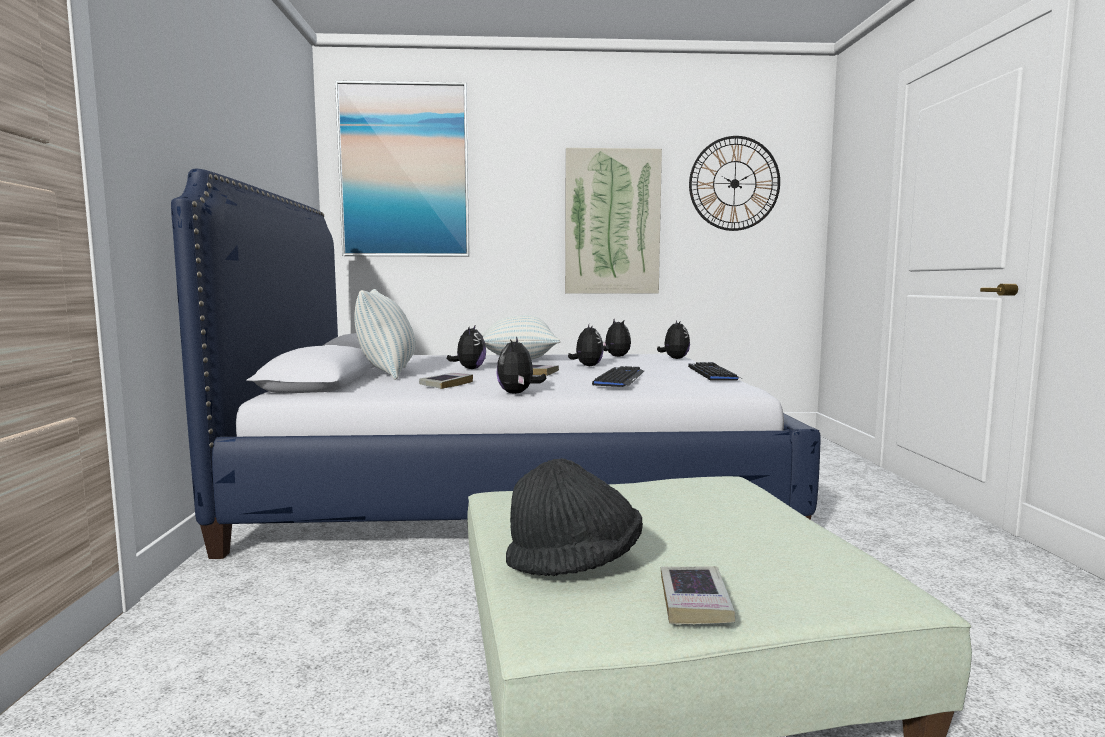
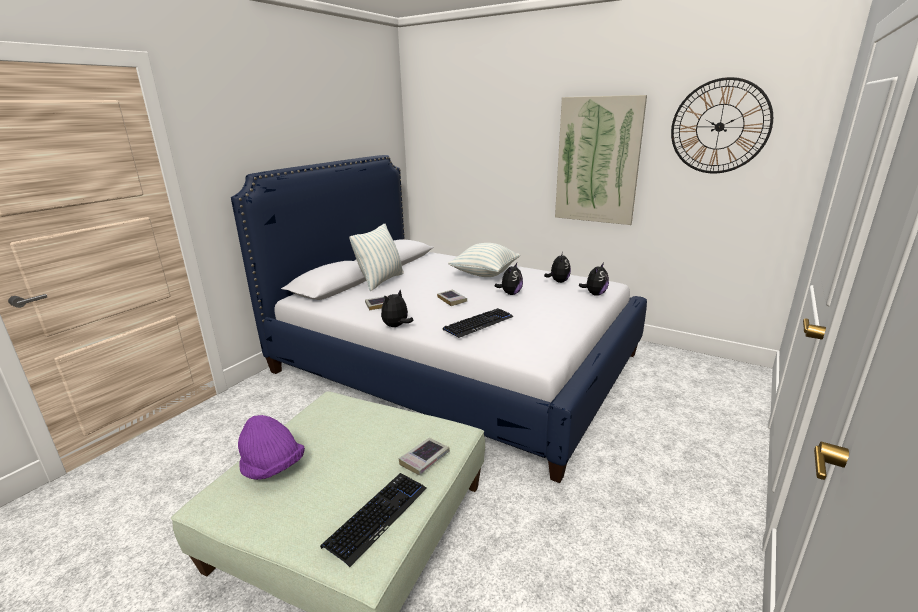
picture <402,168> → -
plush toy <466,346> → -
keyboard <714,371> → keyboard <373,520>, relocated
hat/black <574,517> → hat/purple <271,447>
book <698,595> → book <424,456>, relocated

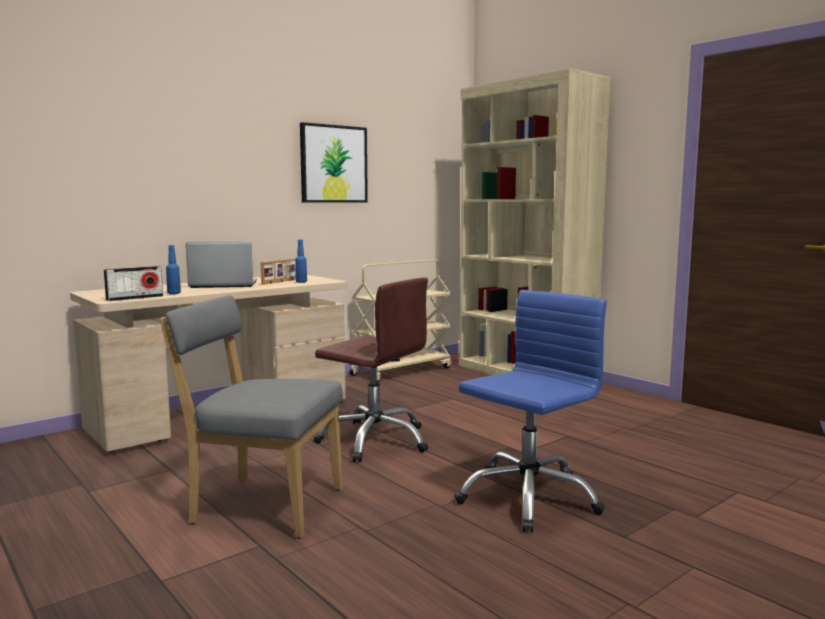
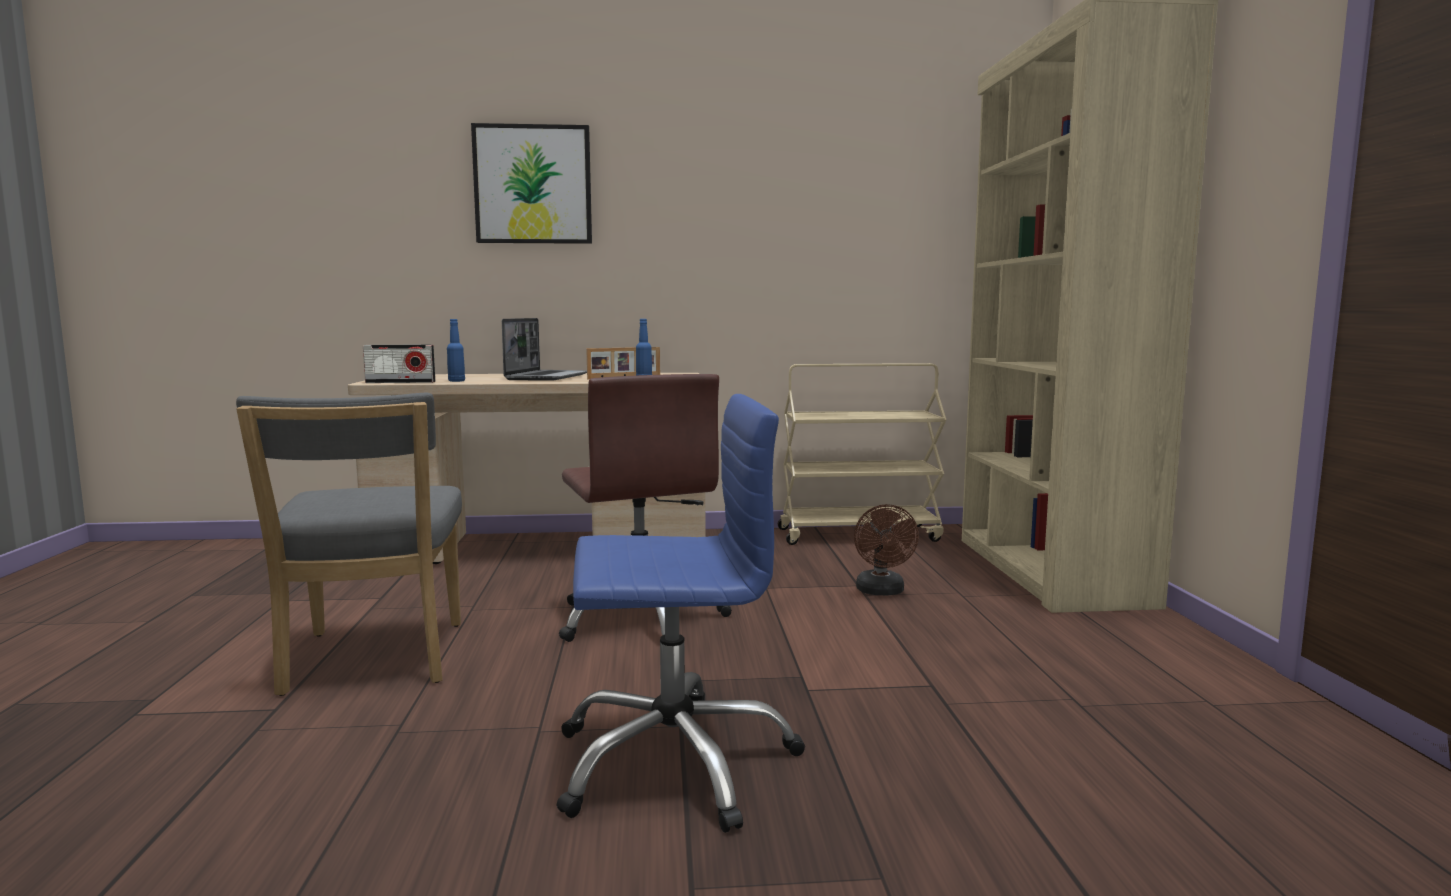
picture <334,162> → picture <531,183>, relocated
laptop <221,265> → laptop <544,349>, 75 degrees clockwise
chair/grey <251,416> → chair/grey <349,544>, 150 degrees counterclockwise
- → fan/brown <886,549>

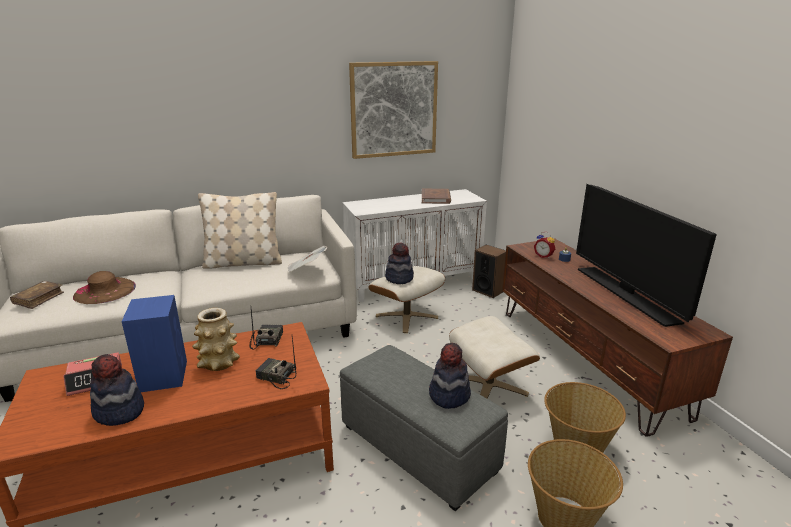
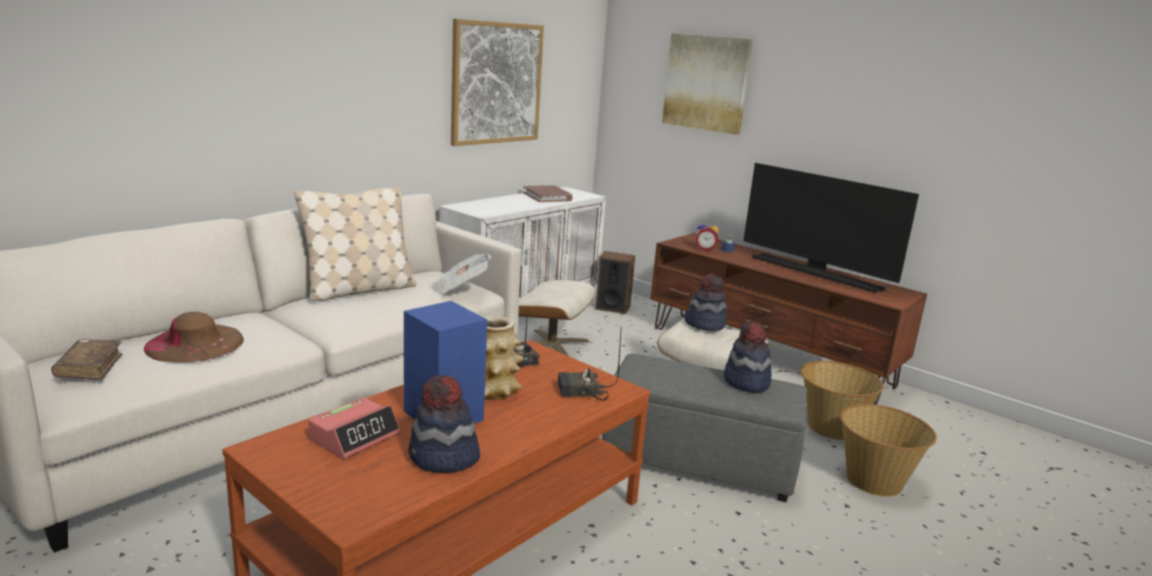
hat <399,263> → hat <705,302>, relocated
- → picture <707,84>

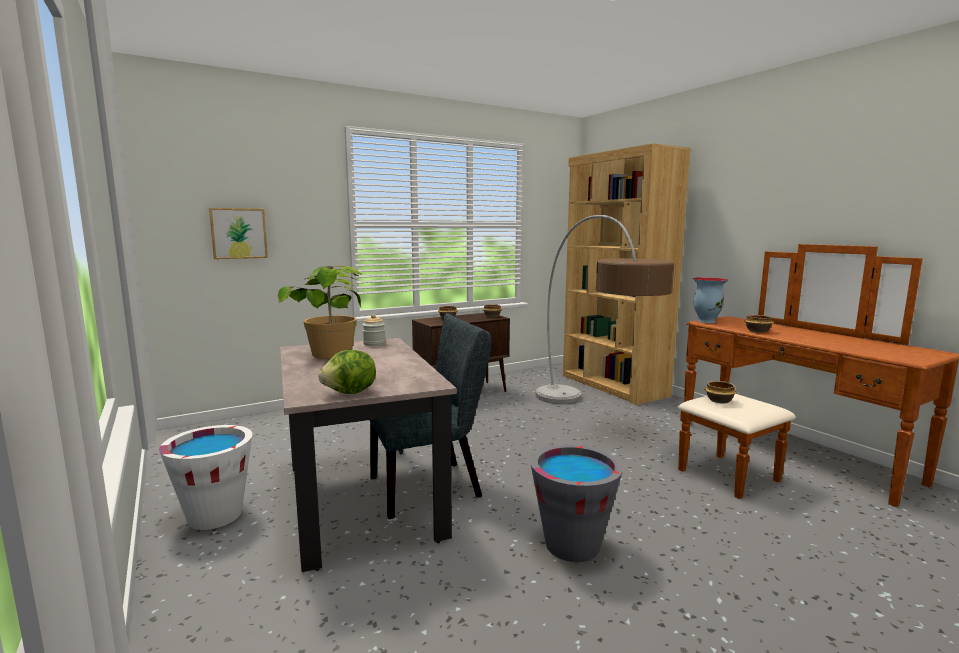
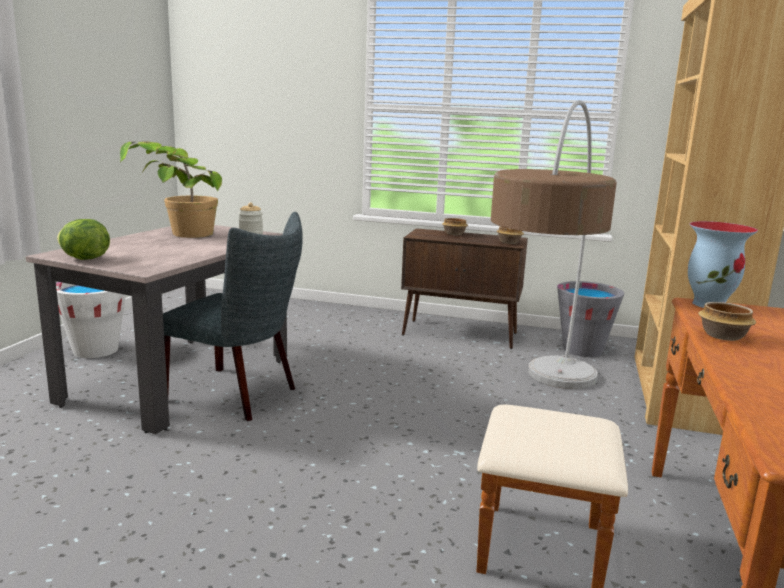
picture <238,233> → -
bowl <720,392> → -
bucket/grey <576,503> → bucket/grey <590,319>, relocated

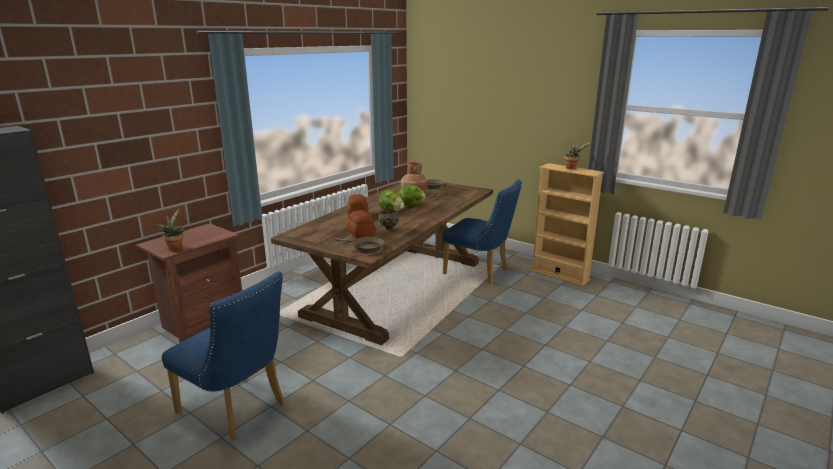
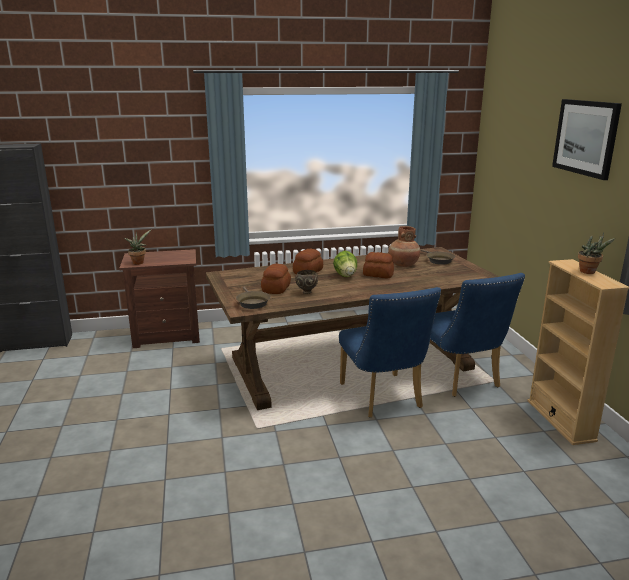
lettuce <412,195> → bread <378,265>
chair/blue <223,356> → chair/blue <390,352>, relocated
- → picture <587,139>

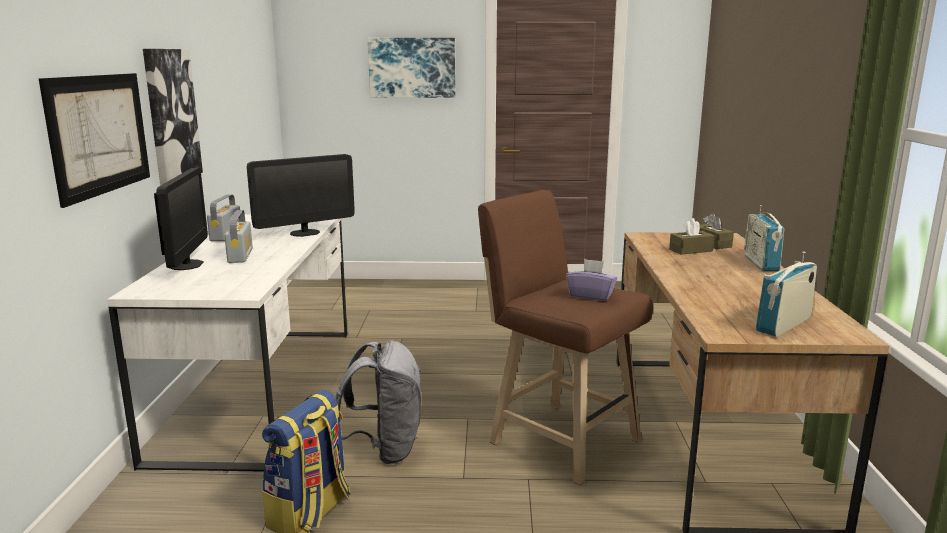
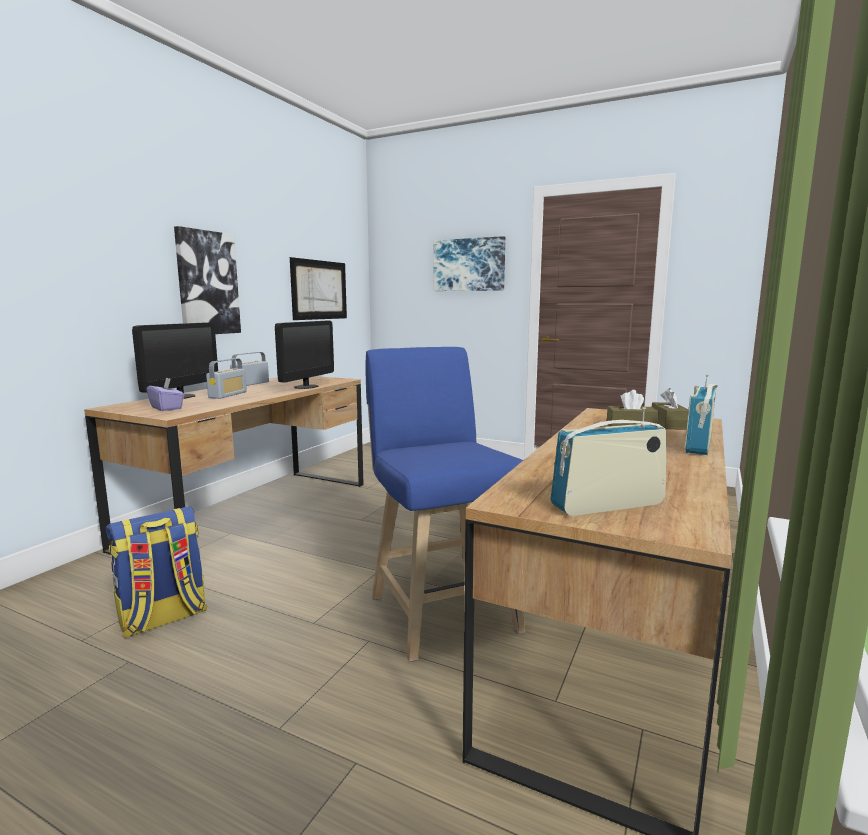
picture <94,140> → picture <318,288>, relocated
monitor <300,195> → monitor <304,355>, 60 degrees counterclockwise
stool/brown <565,337> → stool/blue <445,504>
desk/white <227,343> → desk/brown <224,465>
tissue box/purple <591,280> → tissue box/purple <165,394>, relocated
backpack/grey <378,402> → -

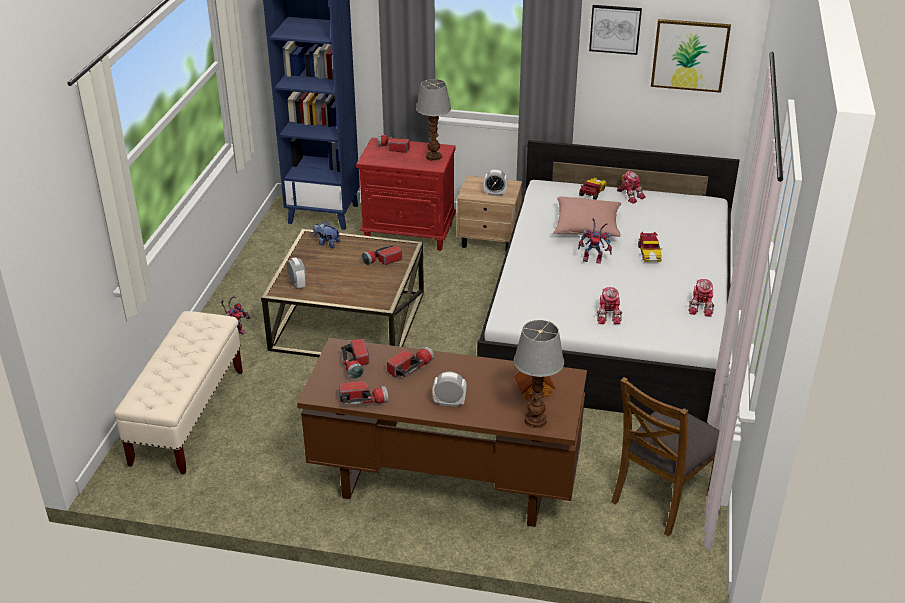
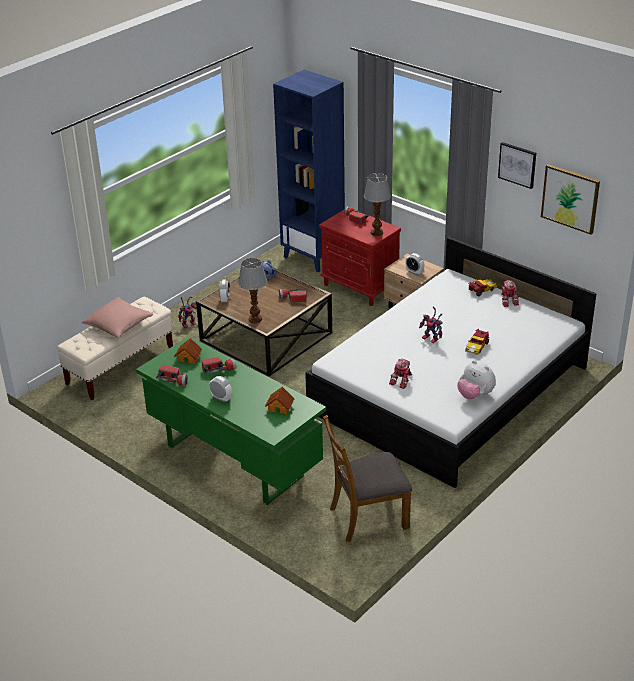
pillow/pink <587,217> → pillow/pink <118,317>, relocated
toy robot <702,298> → plush toy <476,379>
table lamp <539,374> → table lamp <253,290>, relocated
desk/brown <442,432> → desk/green <231,420>
flashlight <355,359> → toy house <188,351>

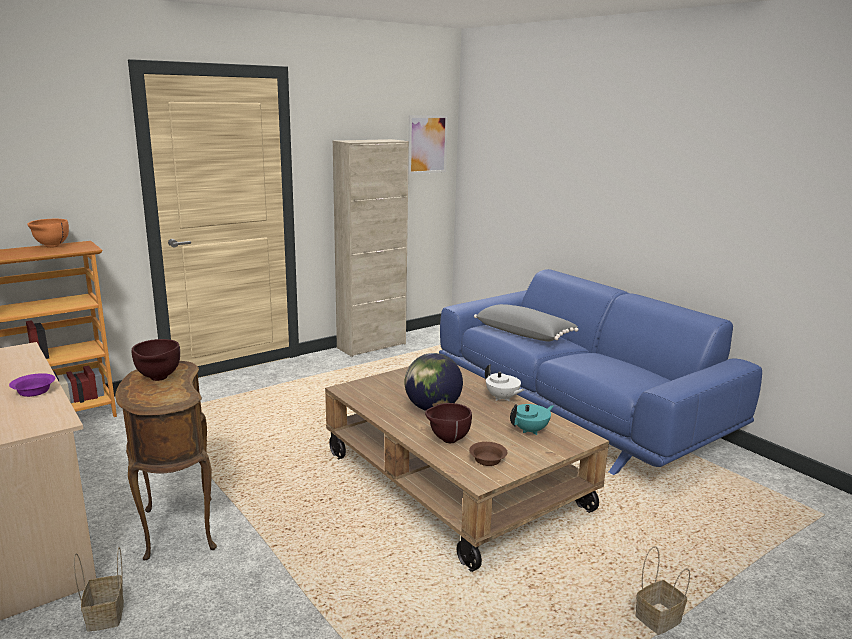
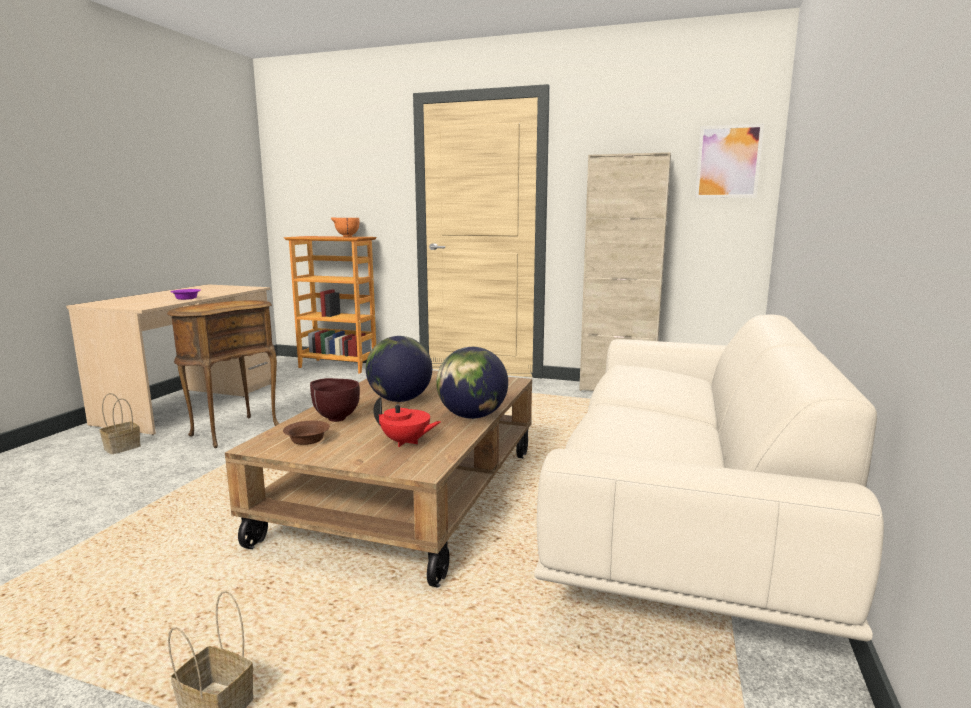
sofa/blue <600,372> → sofa/beige <709,478>
pillow/grey <526,322> → -
bowl/brown <156,360> → -
teapot/white <505,382> → globe <472,383>
teapot/turquoise <532,419> → teapot/red <407,422>

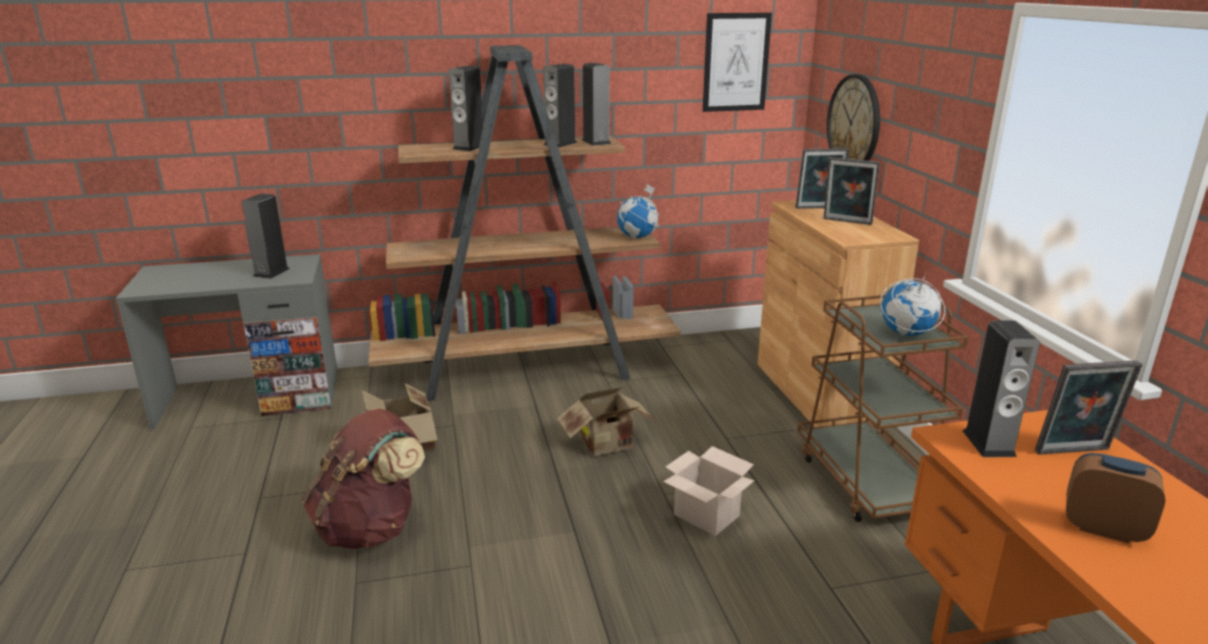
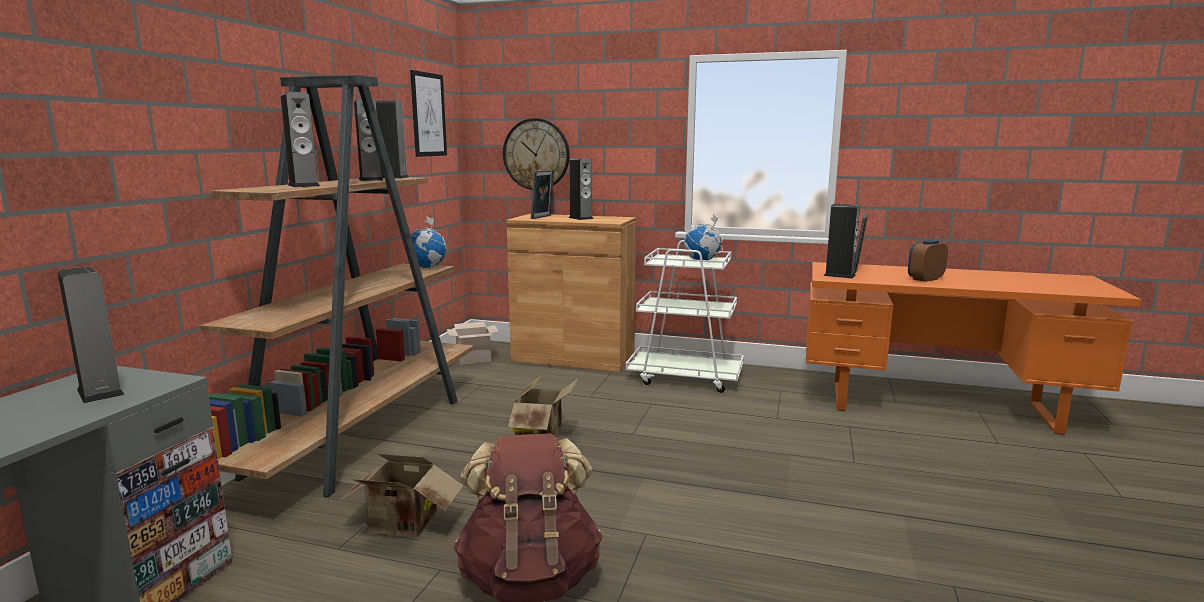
picture frame <852,191> → speaker <581,189>
cart/brown <883,408> → cart/white <685,316>
cardboard box <709,491> → cardboard box <473,343>, relocated

